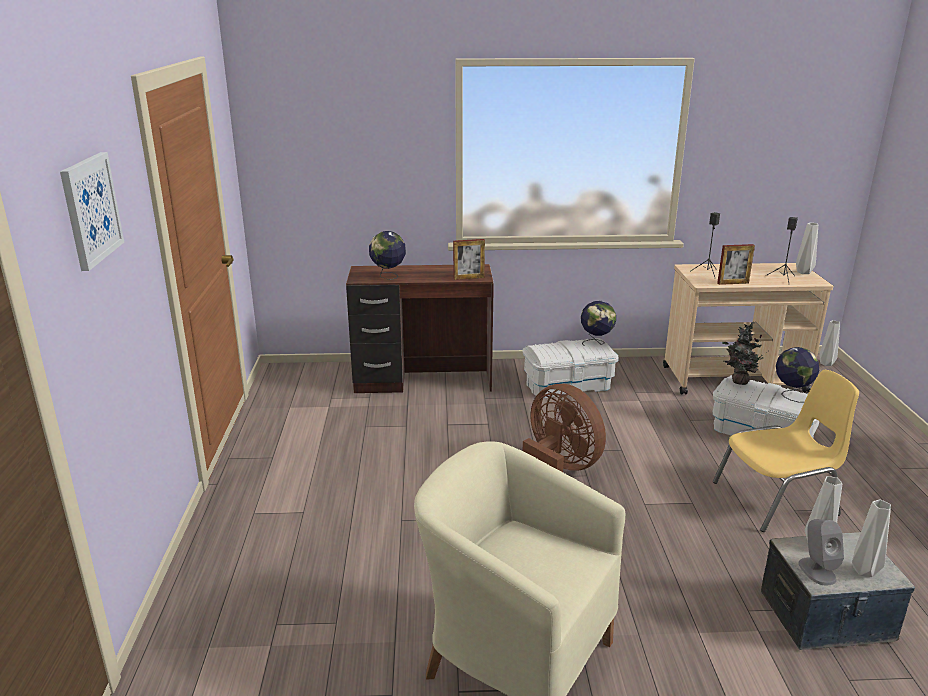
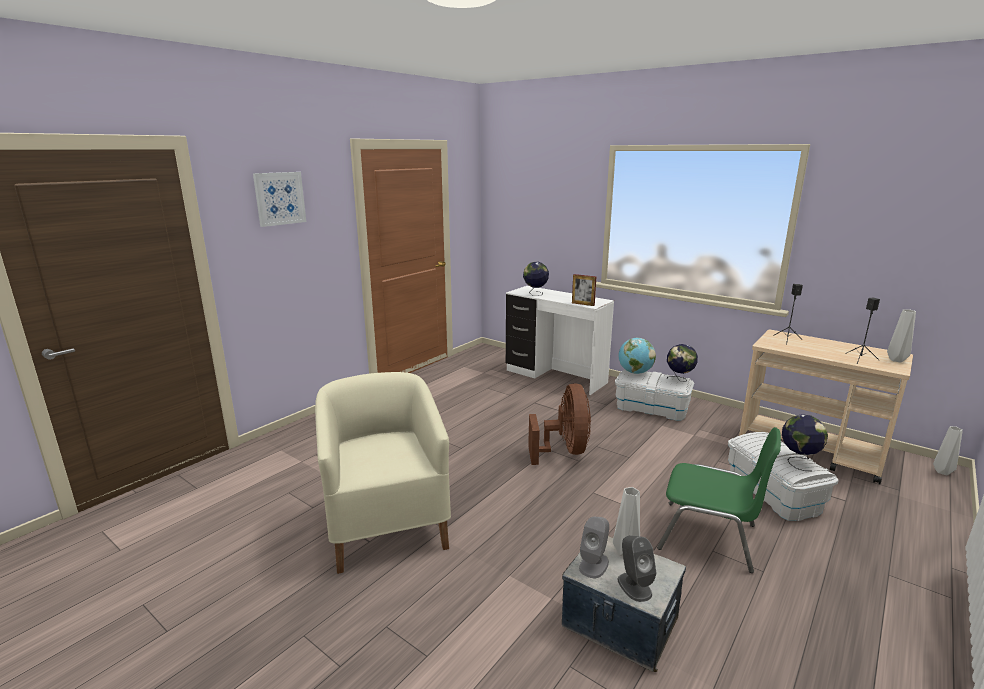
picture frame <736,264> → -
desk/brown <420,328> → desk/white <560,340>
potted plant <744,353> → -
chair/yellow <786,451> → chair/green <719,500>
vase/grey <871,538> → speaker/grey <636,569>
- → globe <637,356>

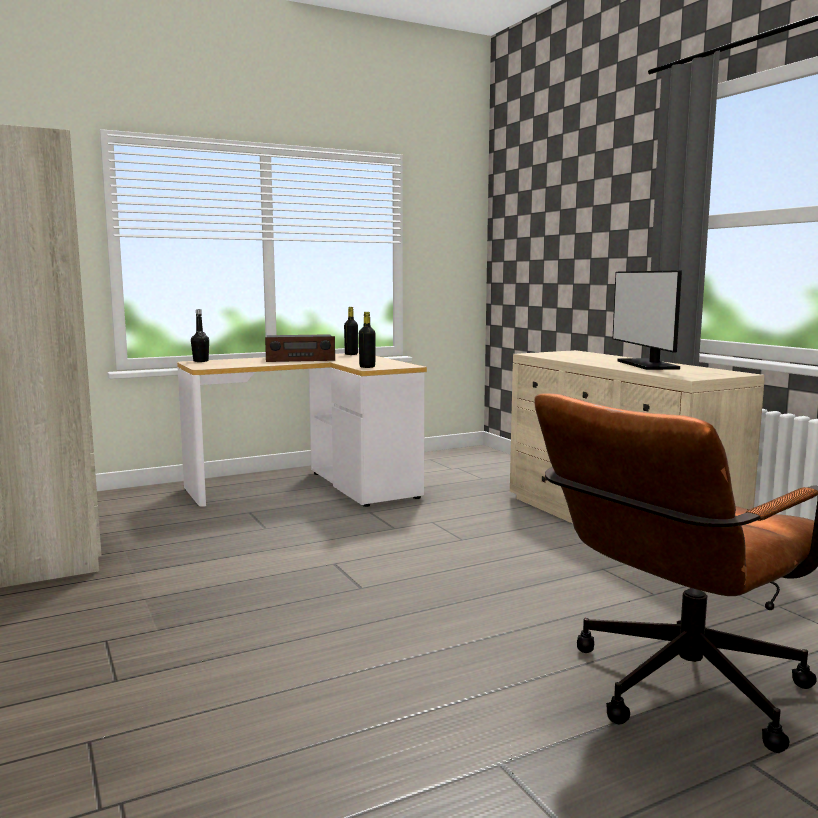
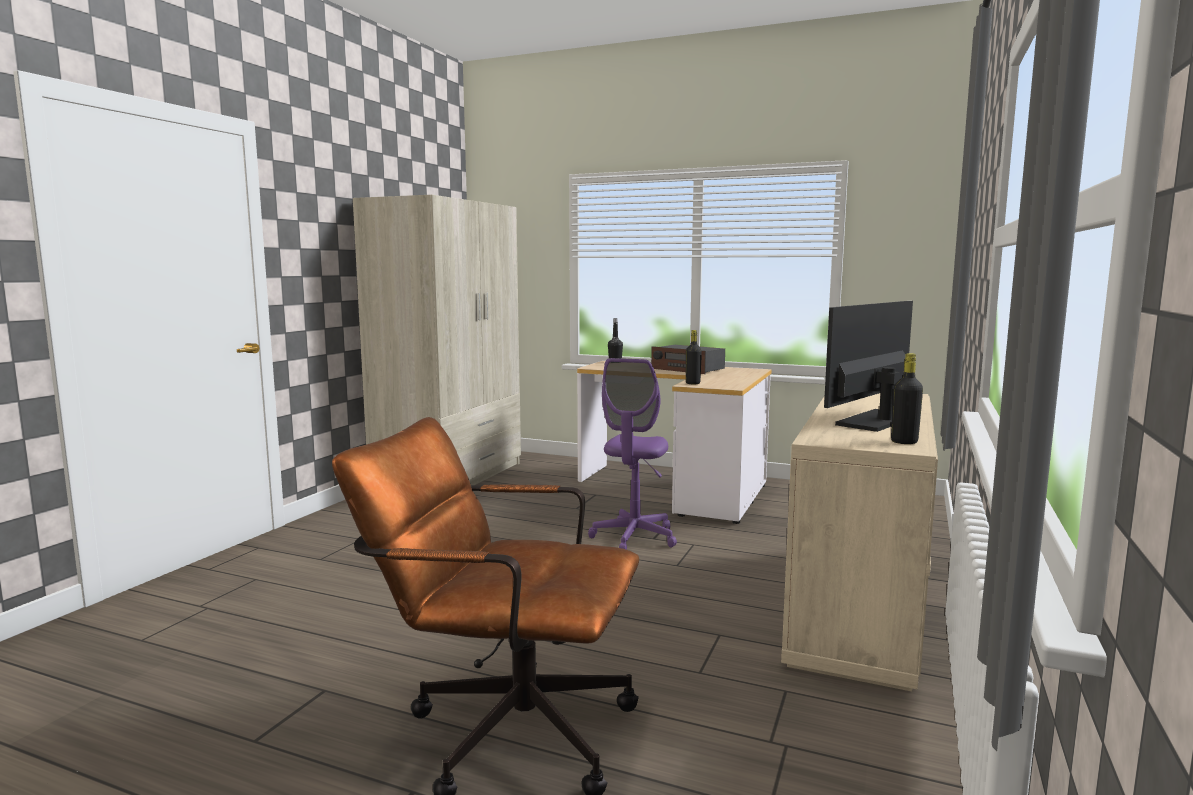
bottle/black <351,331> → bottle/black <907,398>, relocated
- → office chair/purple <632,454>

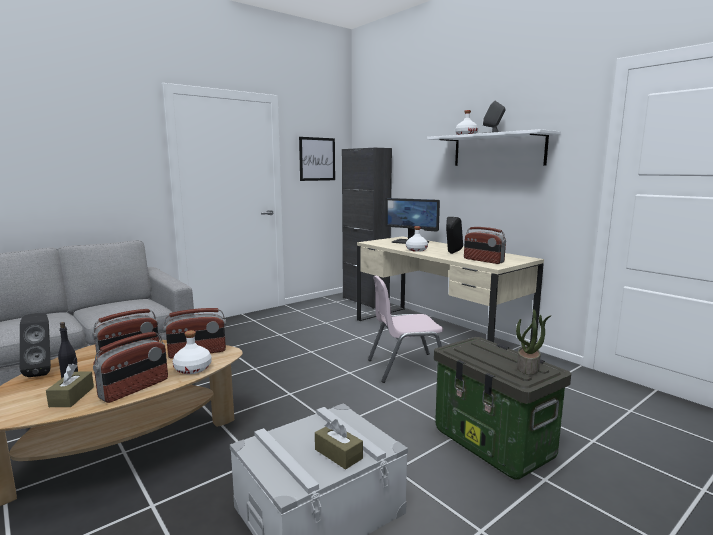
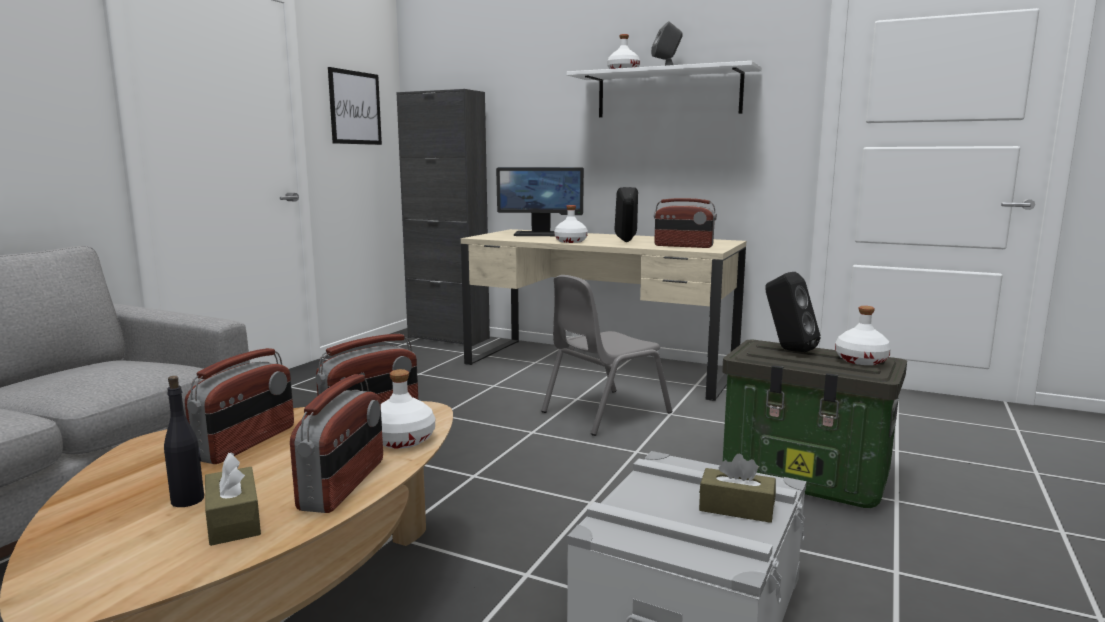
chair/pink <406,329> → chair/grey <606,355>
potted plant <534,342> → bottle/white <863,335>
speaker/black <35,345> → speaker/black <792,312>, relocated

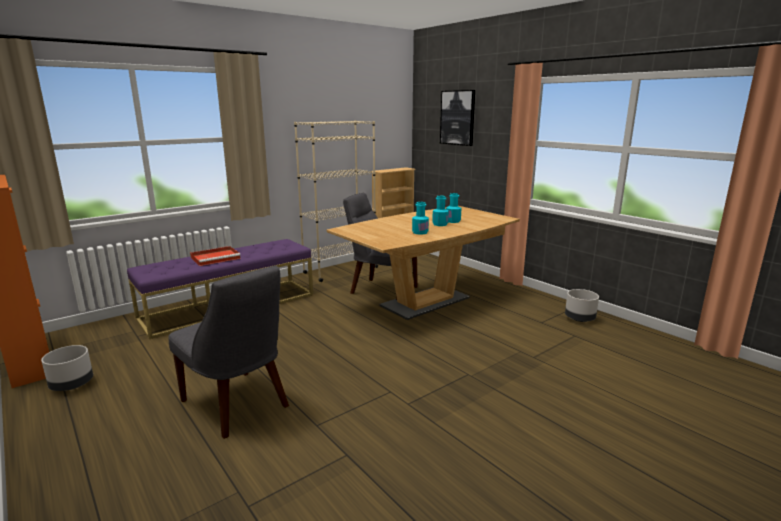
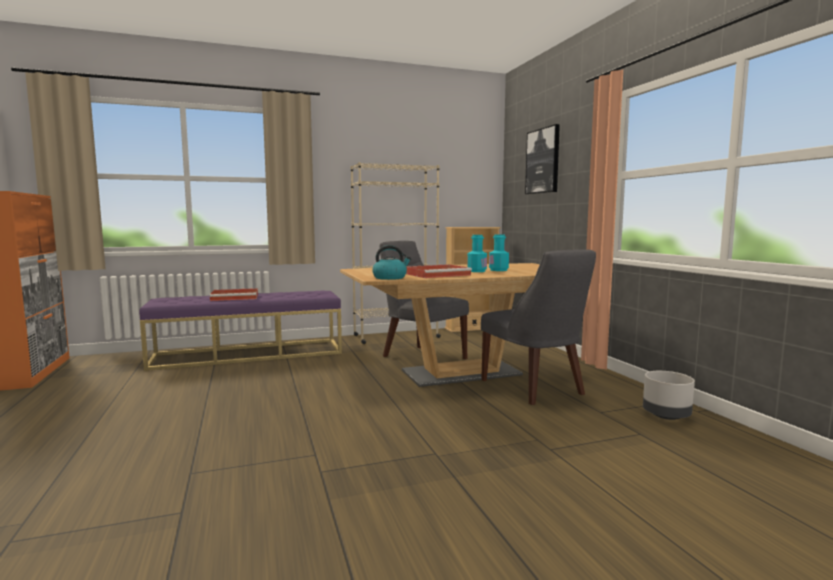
bottle/turquoise <420,218> → tray/red <439,271>
chair/grey <228,352> → chair/grey <538,327>, relocated
planter/grey <67,368> → -
- → kettle <392,262>

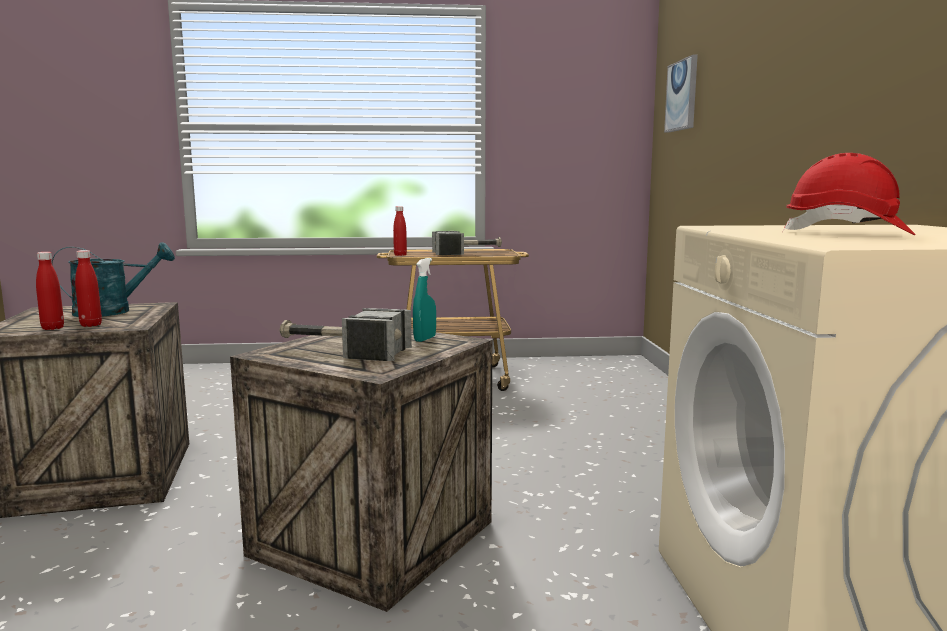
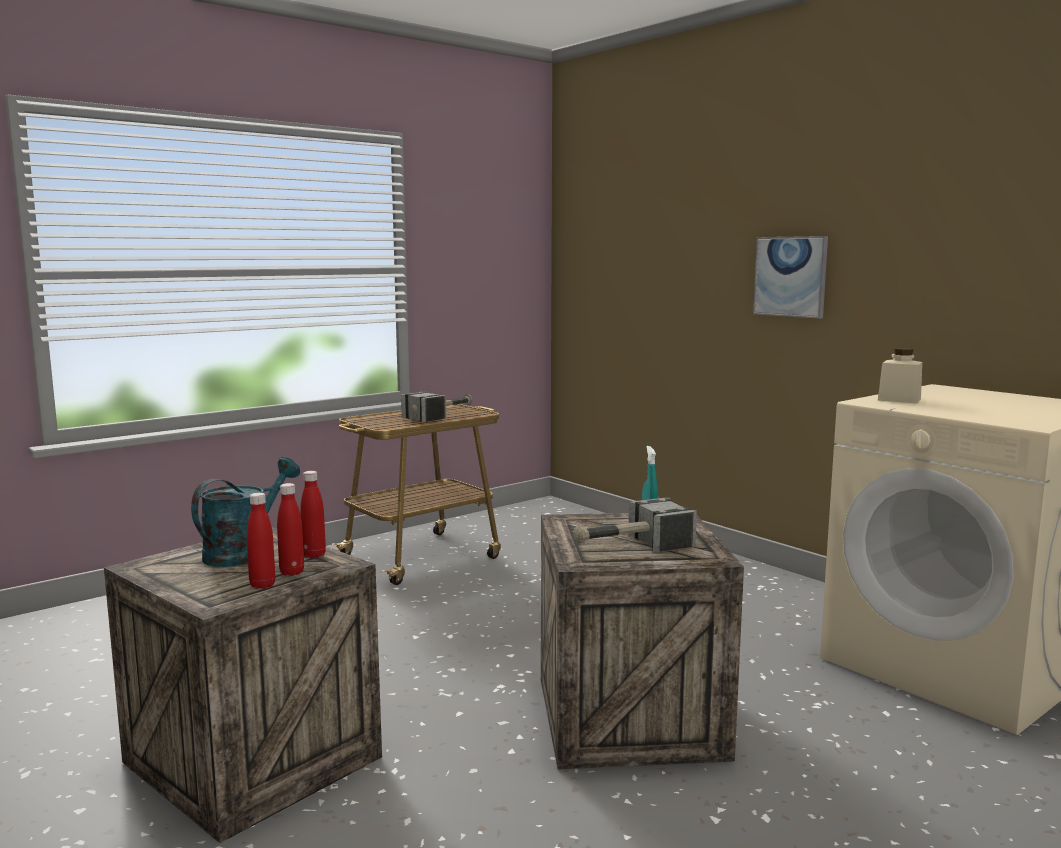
picture <681,94> → picture <790,277>, relocated
hard hat/red <849,194> → -
bottle/red <400,231> → bottle/red <313,514>, relocated
- → jar/beige <900,376>

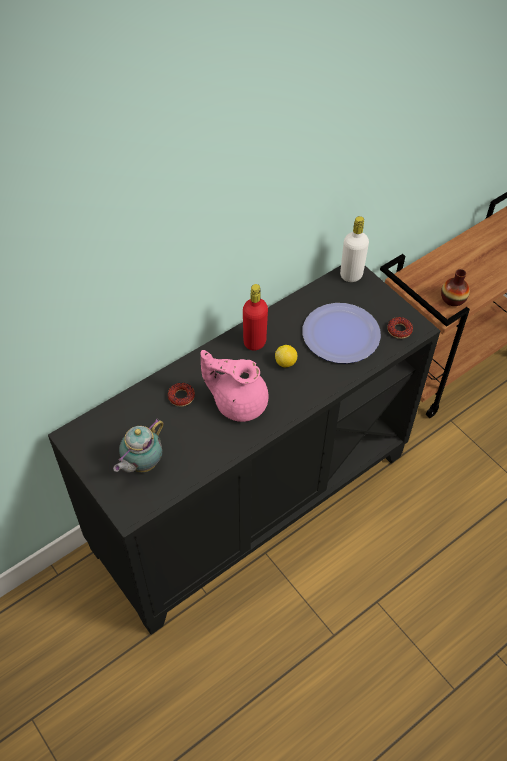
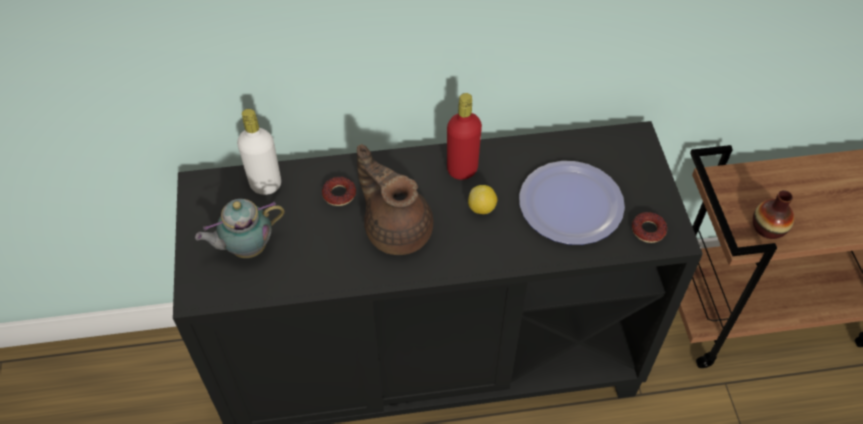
bottle/white <354,249> → bottle/white <259,152>, relocated
teapot/pink <234,386> → teapot/brown <395,199>

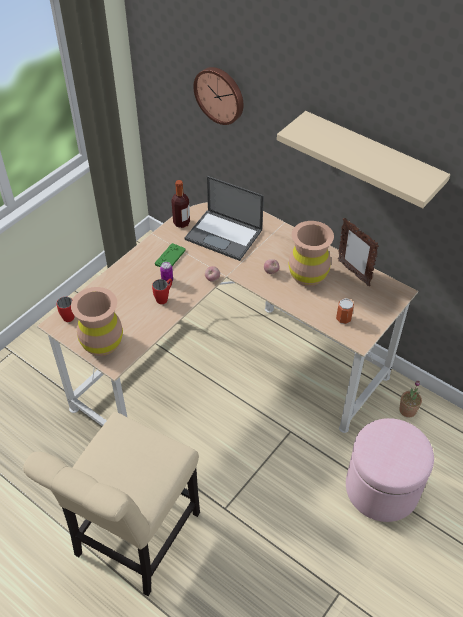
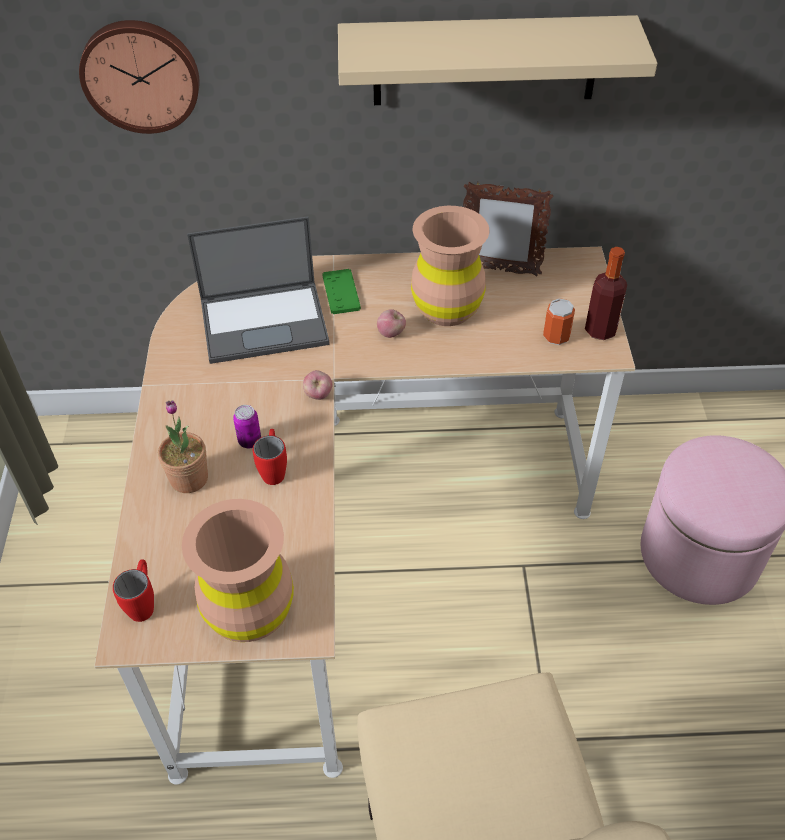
bottle <180,204> → bottle <606,293>, relocated
game controller/green <170,255> → game controller/green <341,291>, relocated
potted plant <410,399> → potted plant <183,446>, relocated

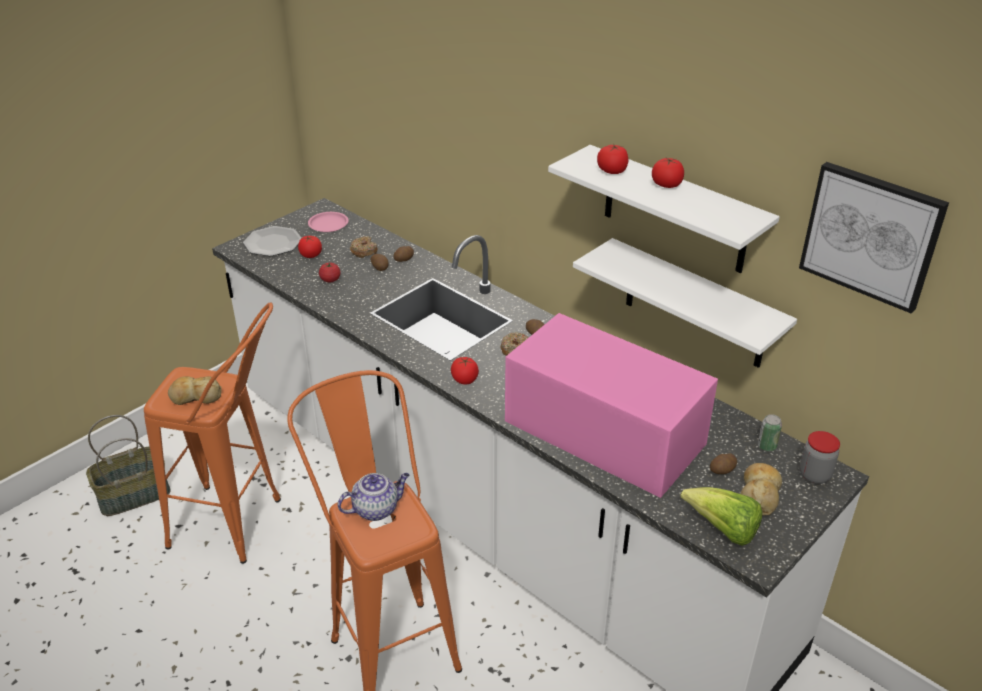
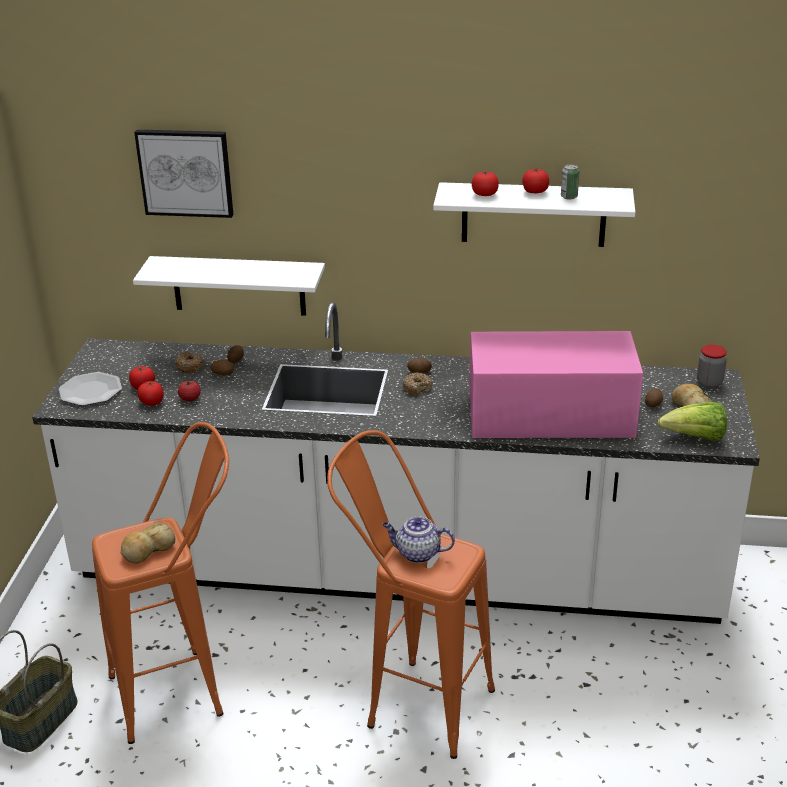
picture <874,237> → picture <184,173>, relocated
plate/pink <328,222> → -
shelf/white <685,303> → shelf/white <229,286>, relocated
tomato <465,371> → tomato <150,393>, relocated
can <770,432> → can <570,182>, relocated
teapot <373,497> → teapot <418,539>, 105 degrees counterclockwise

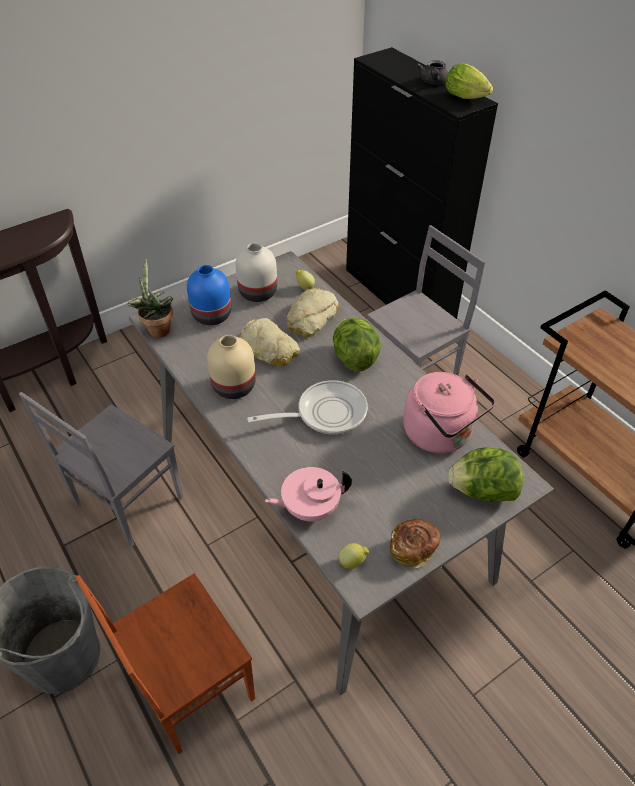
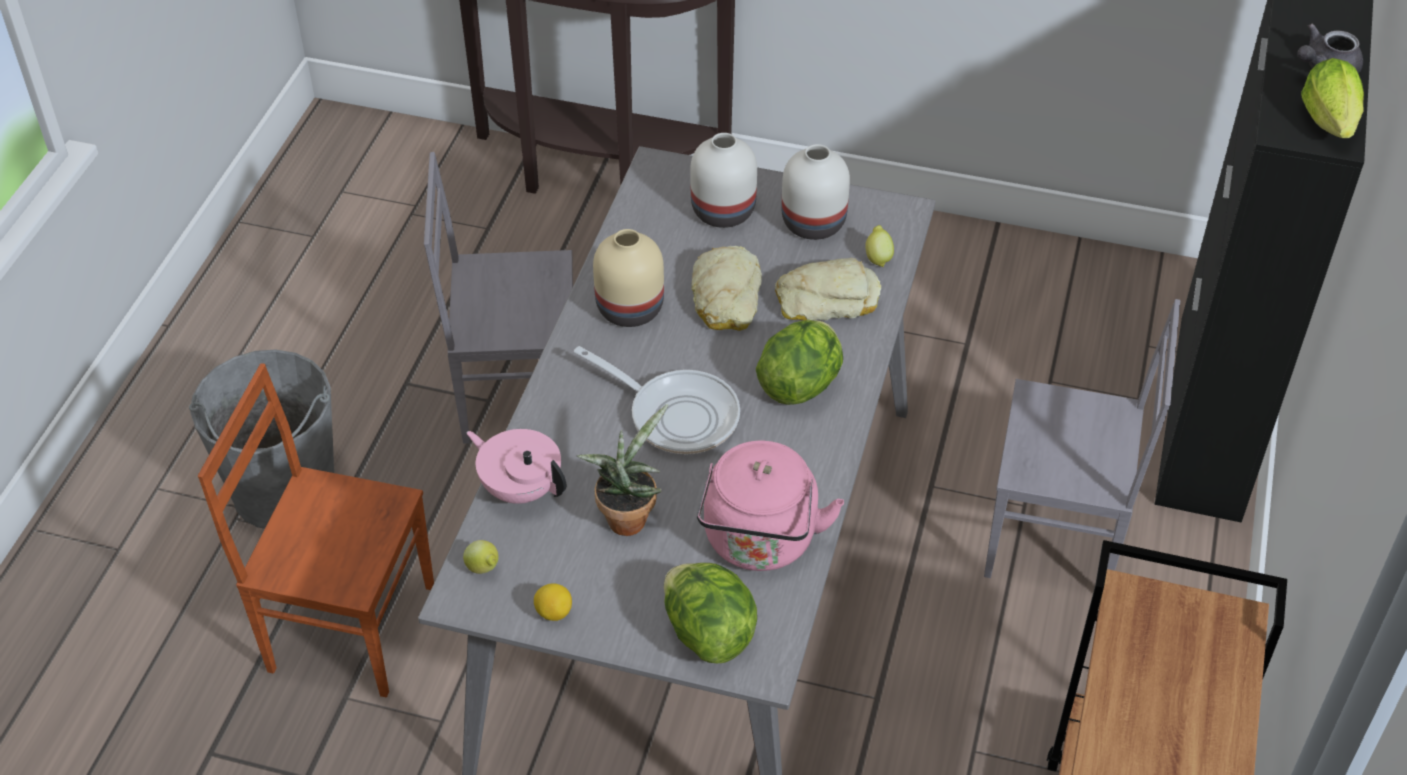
potted plant <150,298> → potted plant <622,470>, relocated
vase/blue <209,295> → vase/white <723,180>
bread <415,543> → lemon <553,602>

